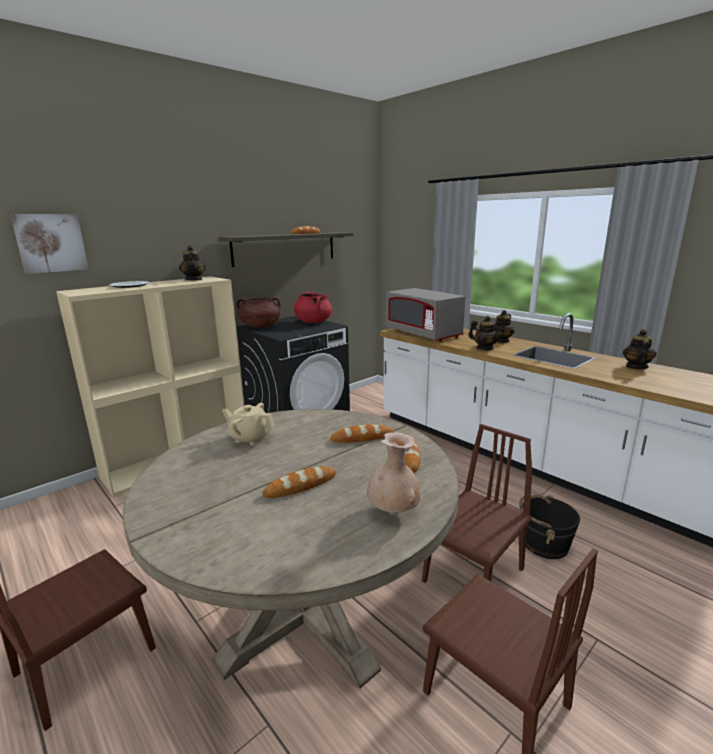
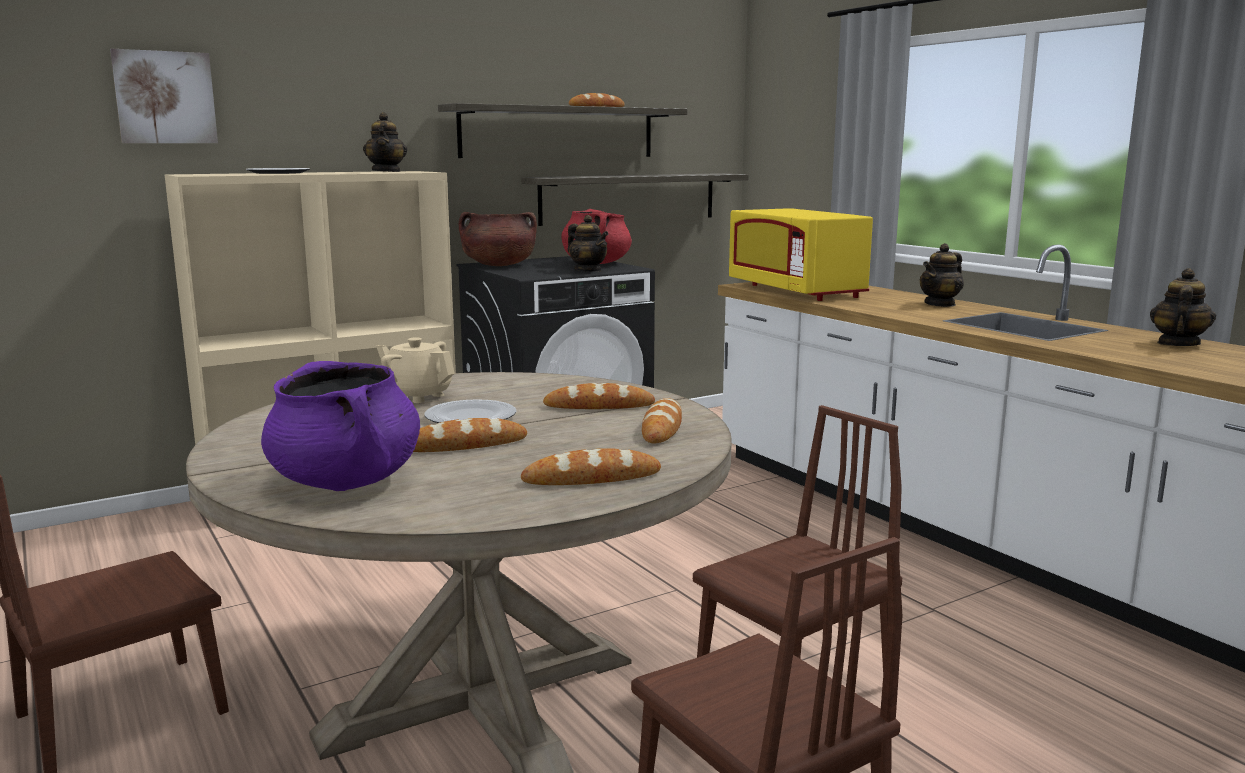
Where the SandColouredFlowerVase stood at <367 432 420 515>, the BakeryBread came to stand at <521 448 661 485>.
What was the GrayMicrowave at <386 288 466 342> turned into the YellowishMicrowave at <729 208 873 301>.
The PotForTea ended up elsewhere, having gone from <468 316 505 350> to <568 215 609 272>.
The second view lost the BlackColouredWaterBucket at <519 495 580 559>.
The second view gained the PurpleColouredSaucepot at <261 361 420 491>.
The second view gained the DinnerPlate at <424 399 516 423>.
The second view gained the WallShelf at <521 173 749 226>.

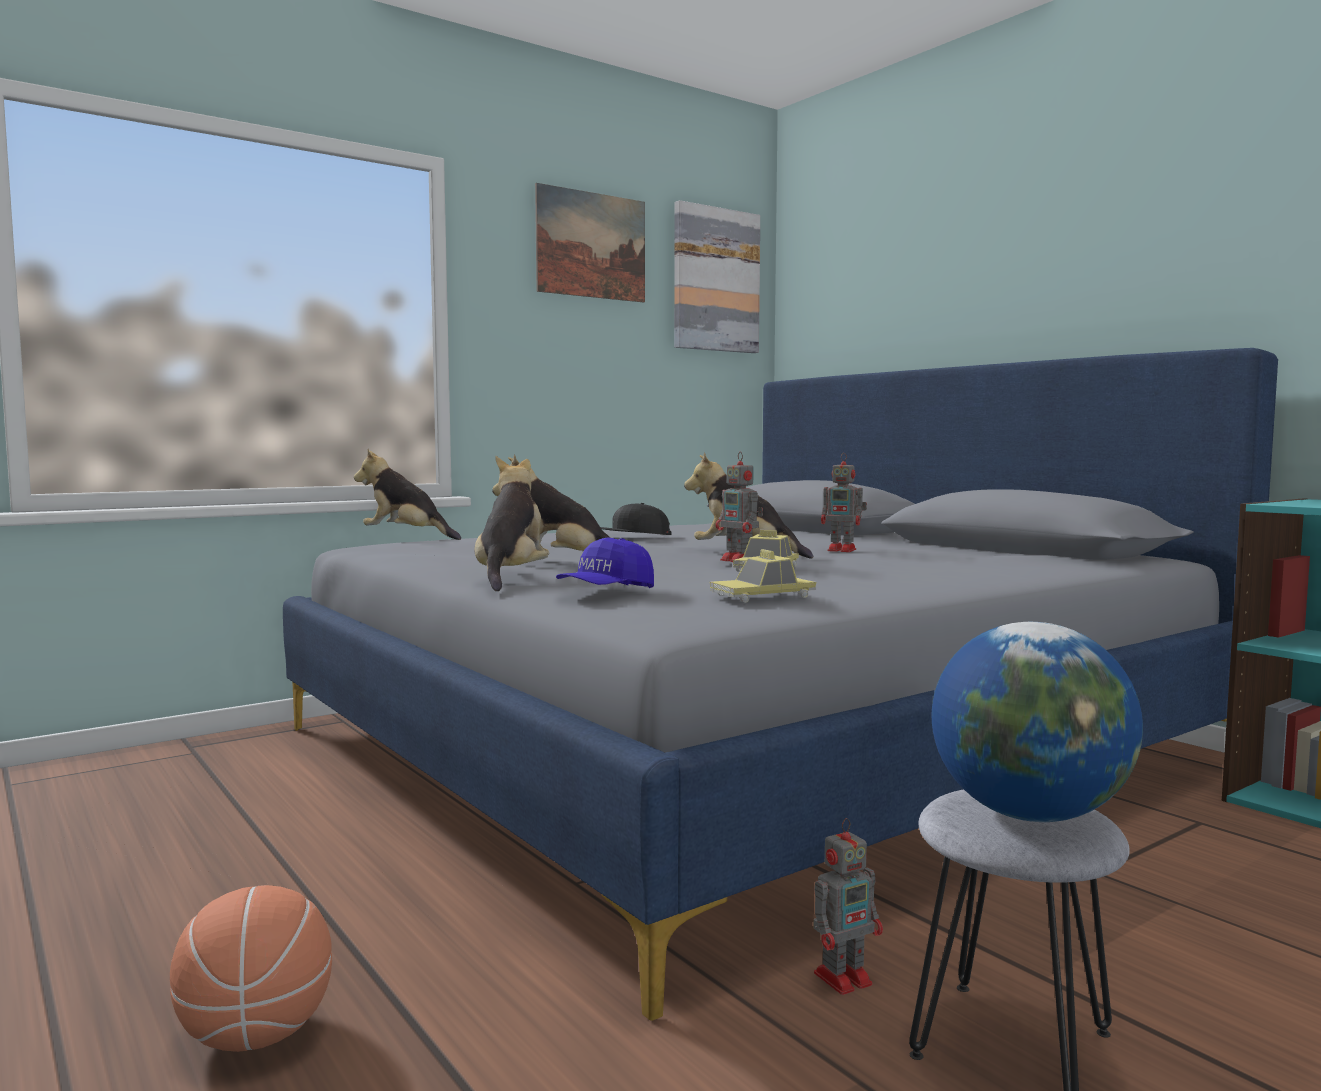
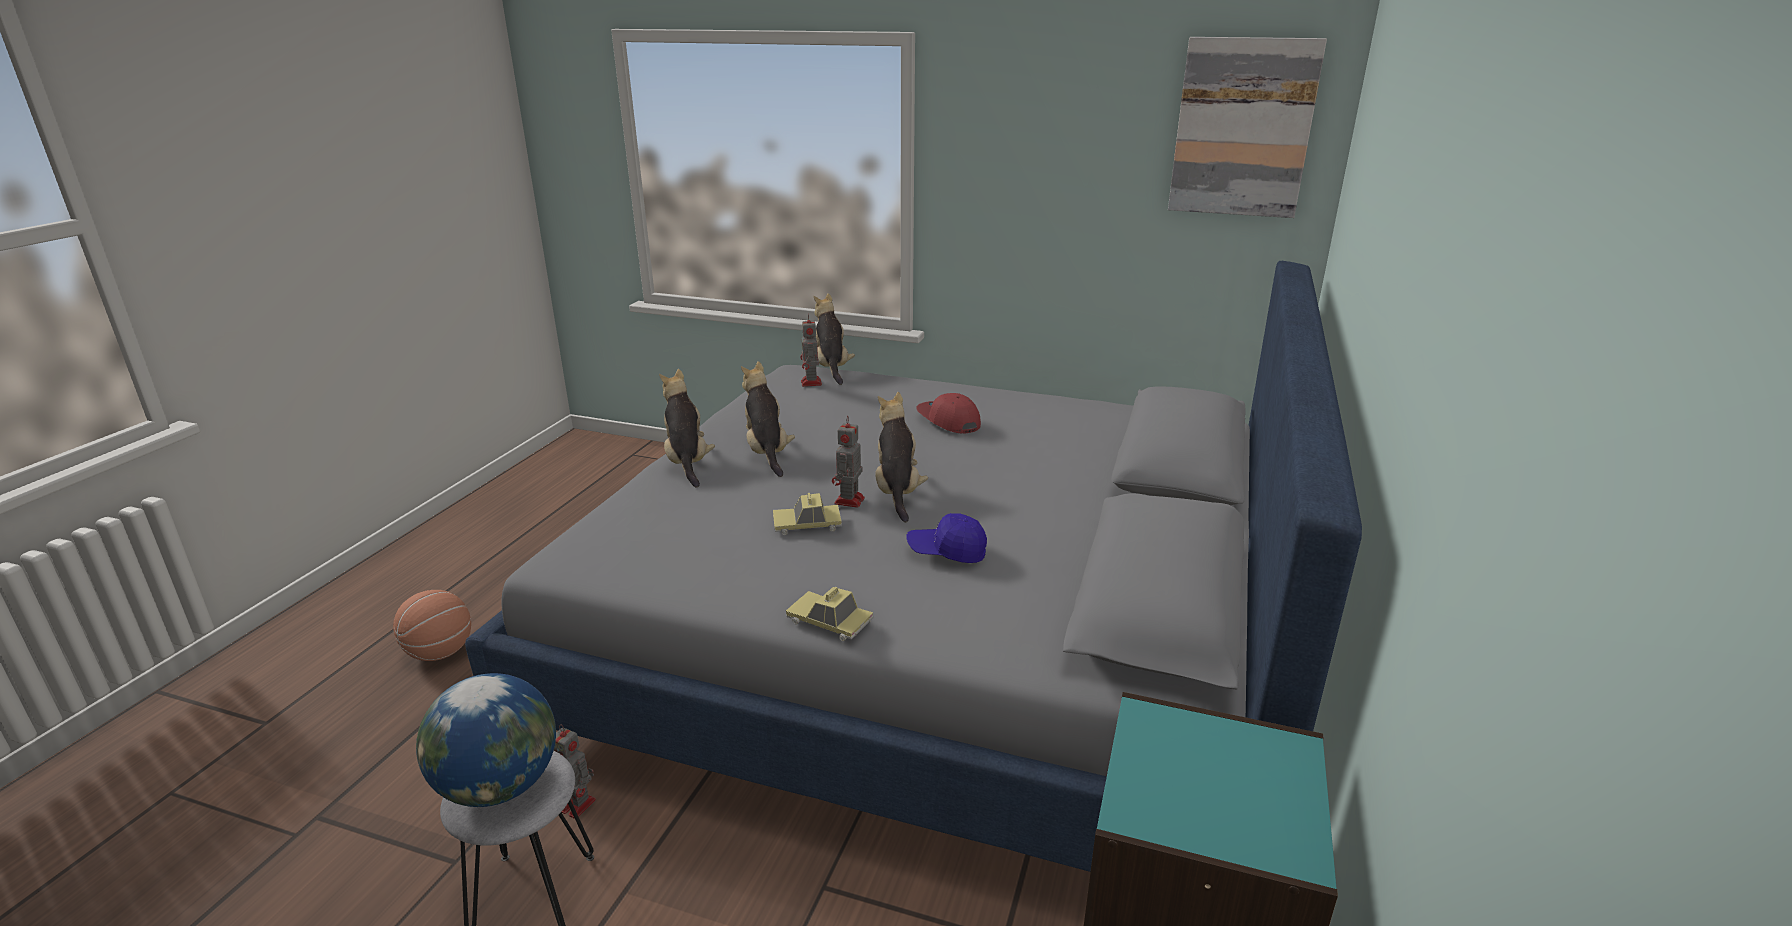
The SoftToy at <475 455 549 591> ended up facing another way, 75 degrees counterclockwise from before.
The second view lost the Picture at <535 183 645 302>.
The BlueColouredCap ended up elsewhere, having gone from <556 537 654 588> to <906 513 987 563>.
What was the BlackColouredCap at <600 503 672 535> turned into the ReddishCap at <916 393 981 433>.
The ModelCar ended up elsewhere, having gone from <710 549 816 603> to <786 587 873 641>.
The ModelRobot ended up elsewhere, having gone from <821 453 867 552> to <800 314 822 387>.

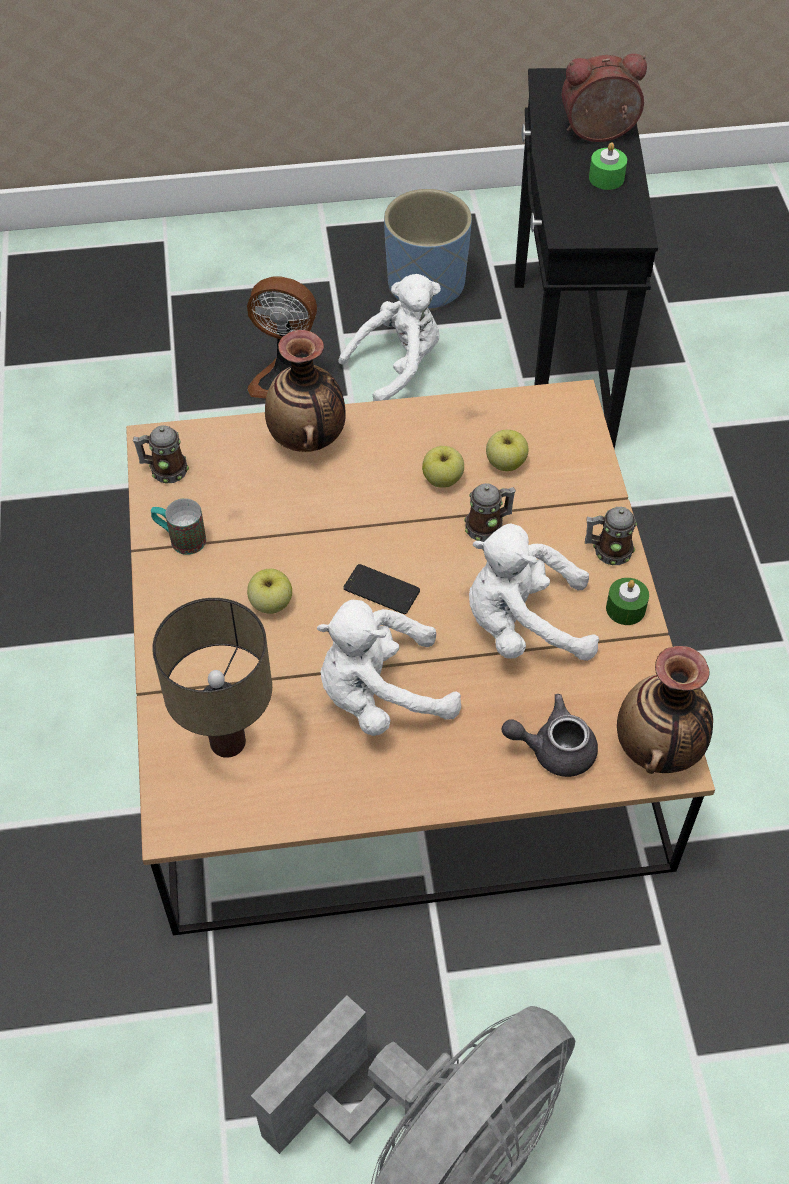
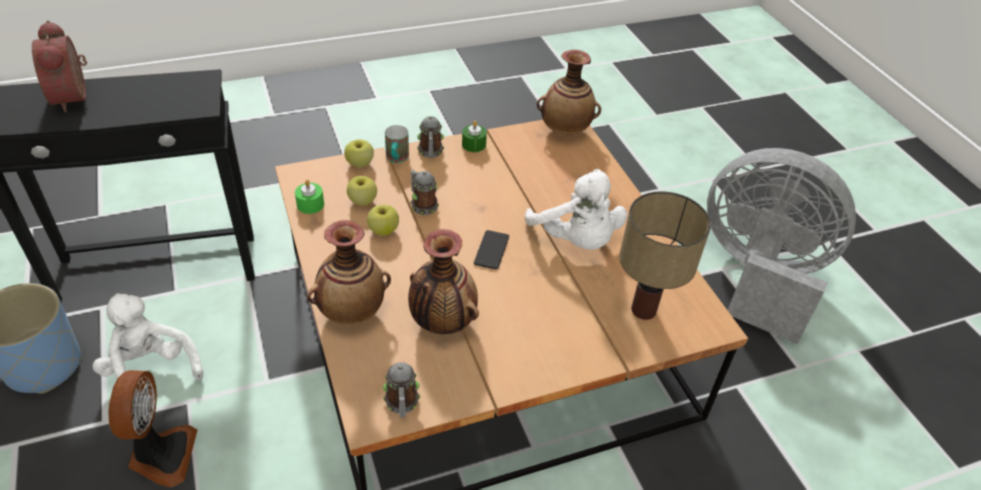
The CoffeeMug ended up elsewhere, having gone from <151 498 206 555> to <385 125 409 163>.
The AppleFruit ended up elsewhere, having gone from <247 569 292 614> to <344 139 374 167>.
The second view lost the WhiteColouredSoftToy at <469 523 599 661>.
The second view lost the GrayPotForTea at <502 694 598 777>.
The GreenishCandle ended up elsewhere, having gone from <589 142 627 190> to <295 180 324 214>.
The second view gained the FlowerVase at <408 229 479 334>.

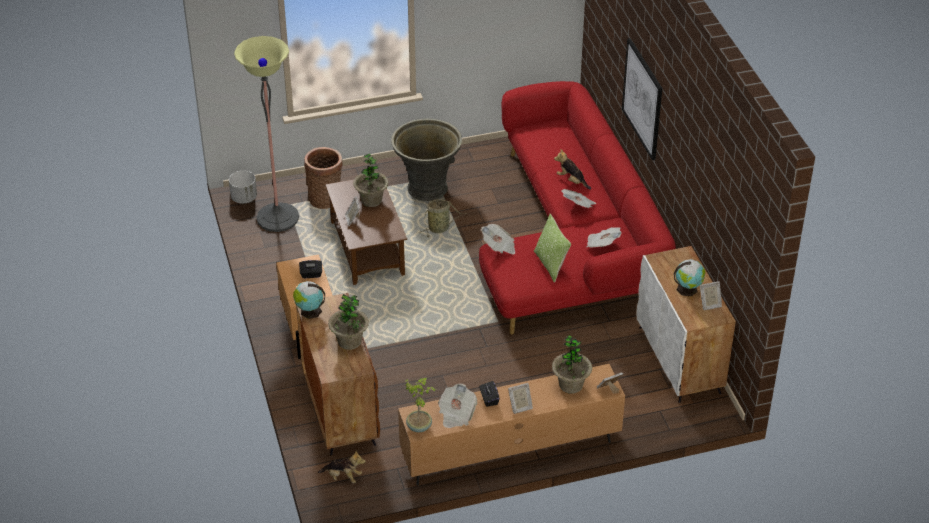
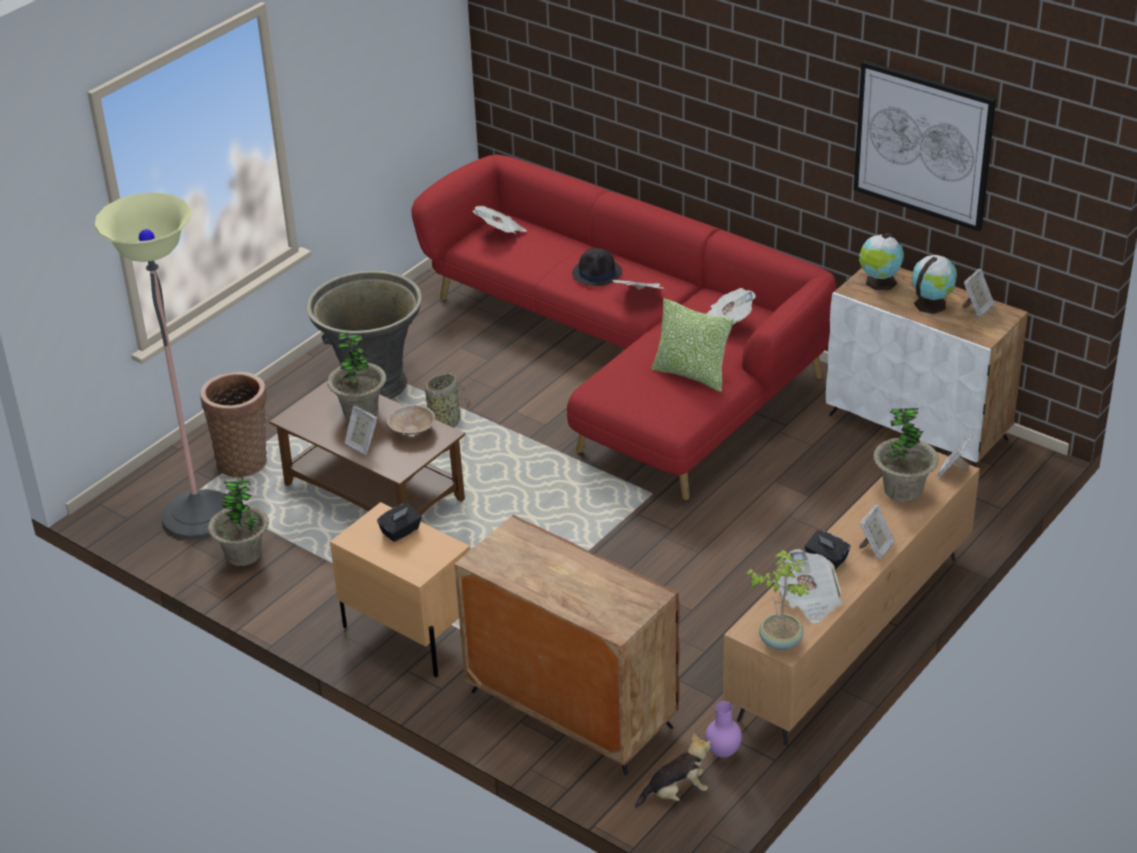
The second view lost the WhiteColouredFlowerPot at <229 171 257 204>.
The WorldGlobe ended up elsewhere, having gone from <293 281 325 319> to <859 233 904 290>.
The Houseplant ended up elsewhere, having gone from <328 294 369 350> to <208 477 269 566>.
The PrintedPaper ended up elsewhere, having gone from <481 224 515 254> to <472 206 527 233>.
Where the SoftToy stood at <554 149 591 190>, the BlackColouredWearableHat came to stand at <572 248 622 286>.
The Picture ended up elsewhere, having gone from <622 38 662 160> to <854 60 996 231>.
The second view gained the SandColouredServingBowl at <387 405 435 434>.
The second view gained the PurpleColouredFlowerVase at <705 701 742 758>.

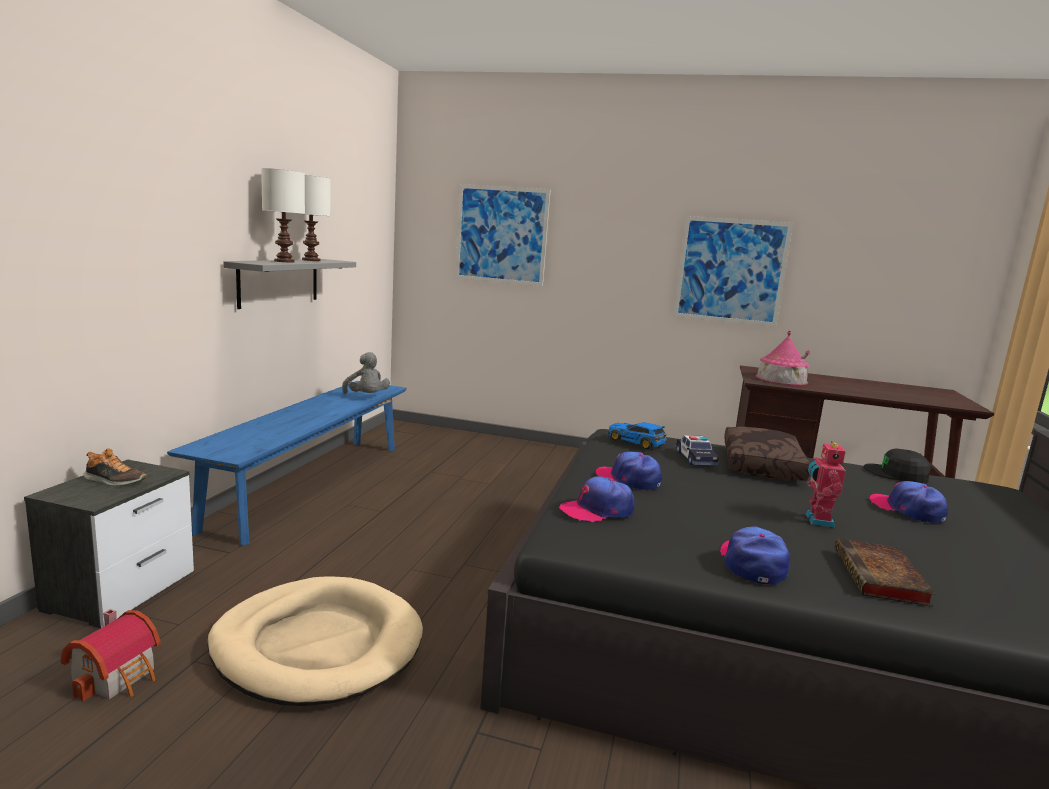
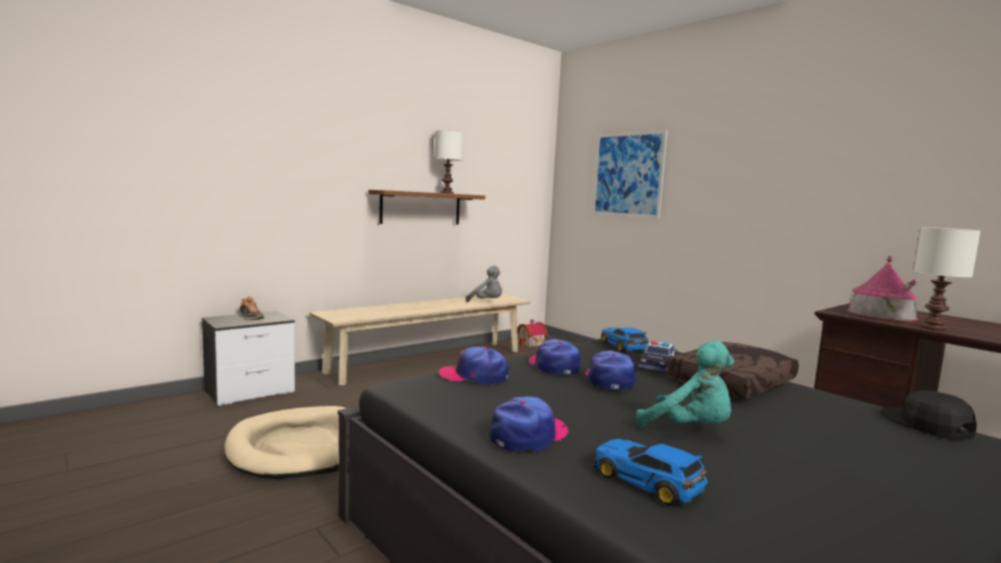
The ToyHouse ended up elsewhere, having gone from <61 609 161 702> to <517 319 547 348>.
What was the BlueColouredIndoorBench at <167 381 407 546> turned into the SandColouredIndoorBench at <309 294 531 385>.
What was the GrayWallShelf at <223 259 356 309> turned into the BrownishWallShelf at <368 190 485 225>.
The WhiteColouredTabletopLamp ended up elsewhere, having gone from <261 168 305 262> to <914 227 981 331>.
The GraySoftToy at <342 352 390 394> ended up facing another way, 60 degrees counterclockwise from before.
The second view lost the Picture at <674 216 793 327>.
Where the ModelRobot stood at <806 441 846 527>, the BlueGreenSoftToy came to stand at <636 341 734 427>.
Where the BoundBook stood at <835 538 936 607>, the ModelCar came to stand at <593 439 708 506>.
The Cap ended up elsewhere, having gone from <869 481 948 523> to <585 350 636 390>.

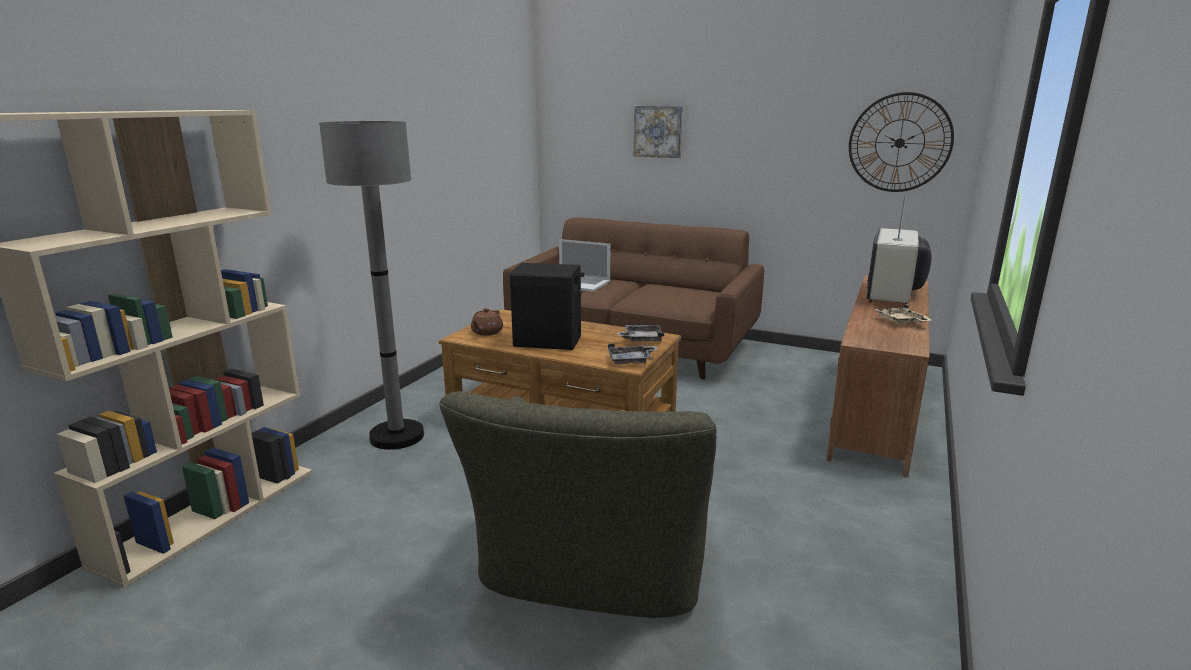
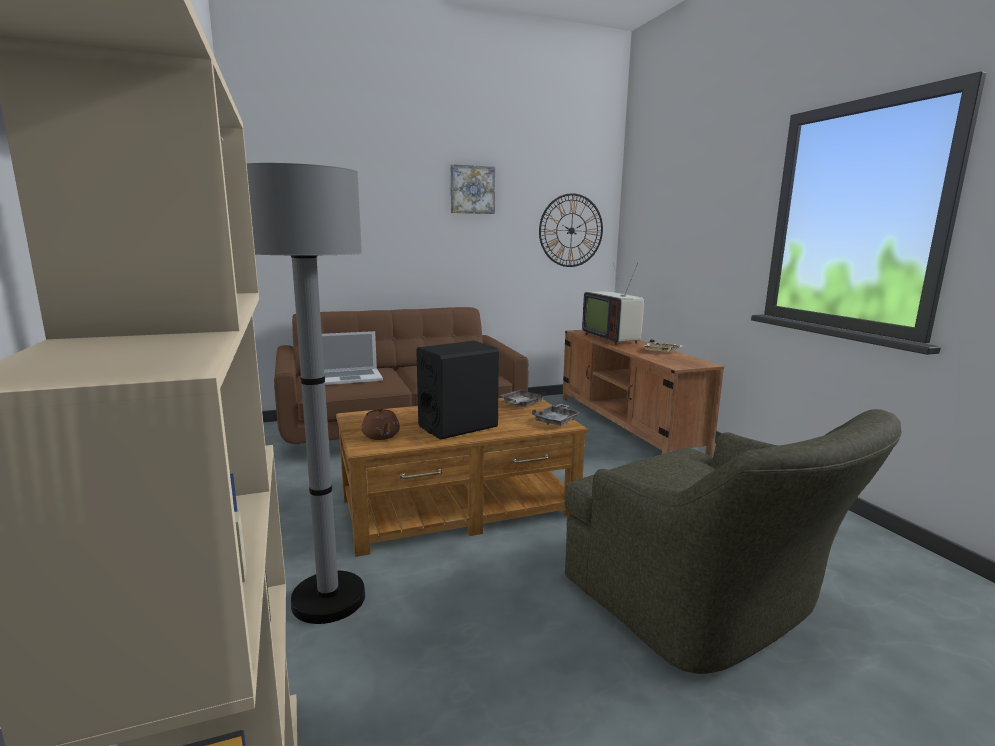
The Picture ended up elsewhere, having gone from <634 106 683 158> to <450 164 495 214>.

